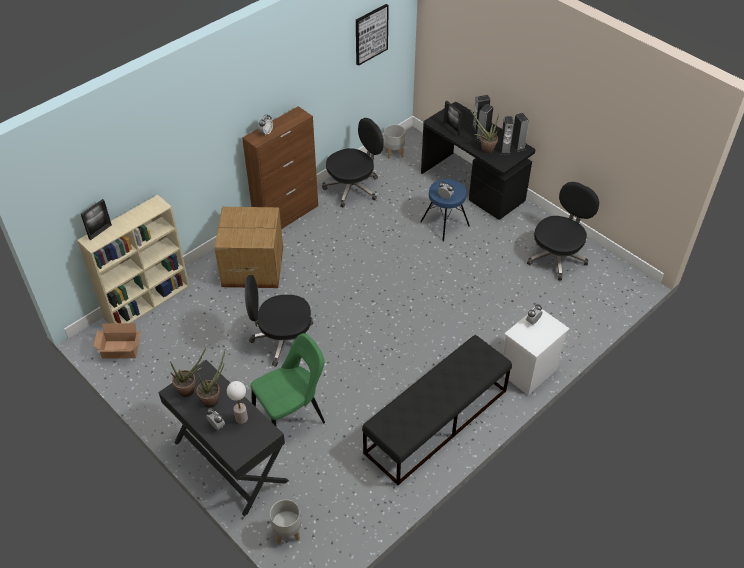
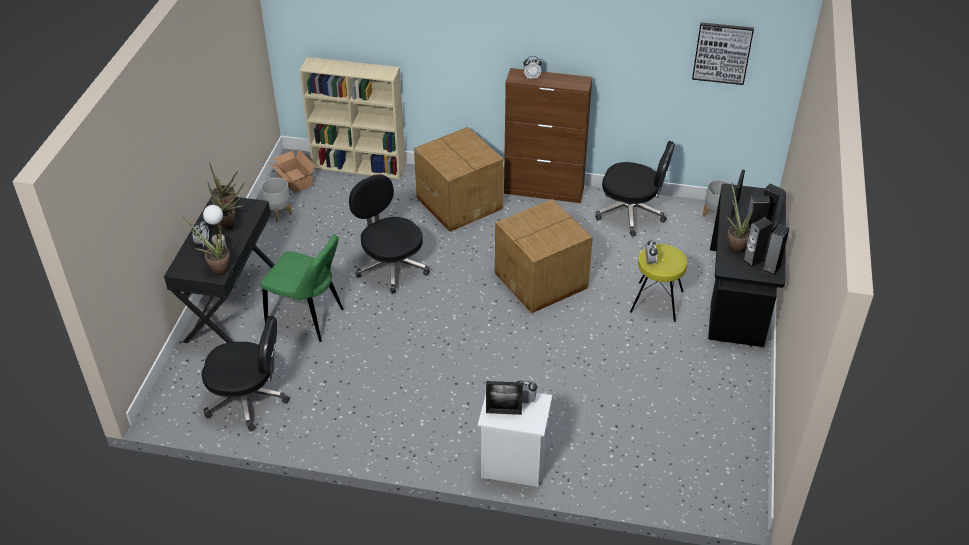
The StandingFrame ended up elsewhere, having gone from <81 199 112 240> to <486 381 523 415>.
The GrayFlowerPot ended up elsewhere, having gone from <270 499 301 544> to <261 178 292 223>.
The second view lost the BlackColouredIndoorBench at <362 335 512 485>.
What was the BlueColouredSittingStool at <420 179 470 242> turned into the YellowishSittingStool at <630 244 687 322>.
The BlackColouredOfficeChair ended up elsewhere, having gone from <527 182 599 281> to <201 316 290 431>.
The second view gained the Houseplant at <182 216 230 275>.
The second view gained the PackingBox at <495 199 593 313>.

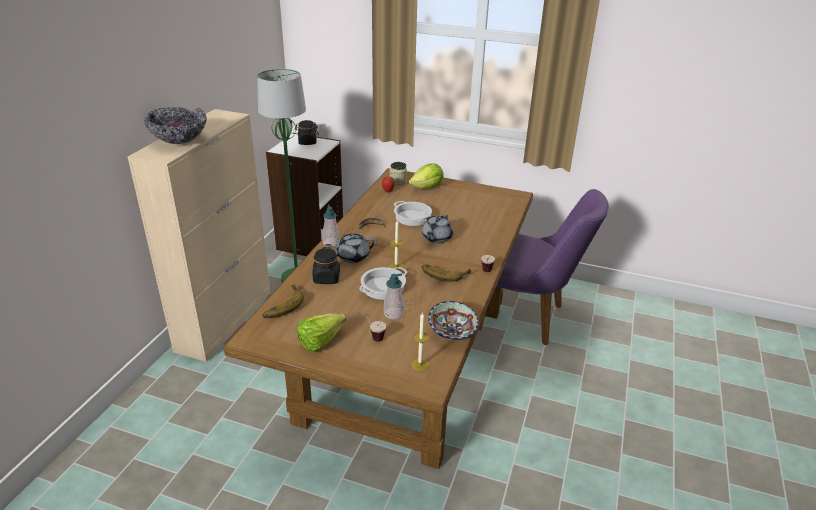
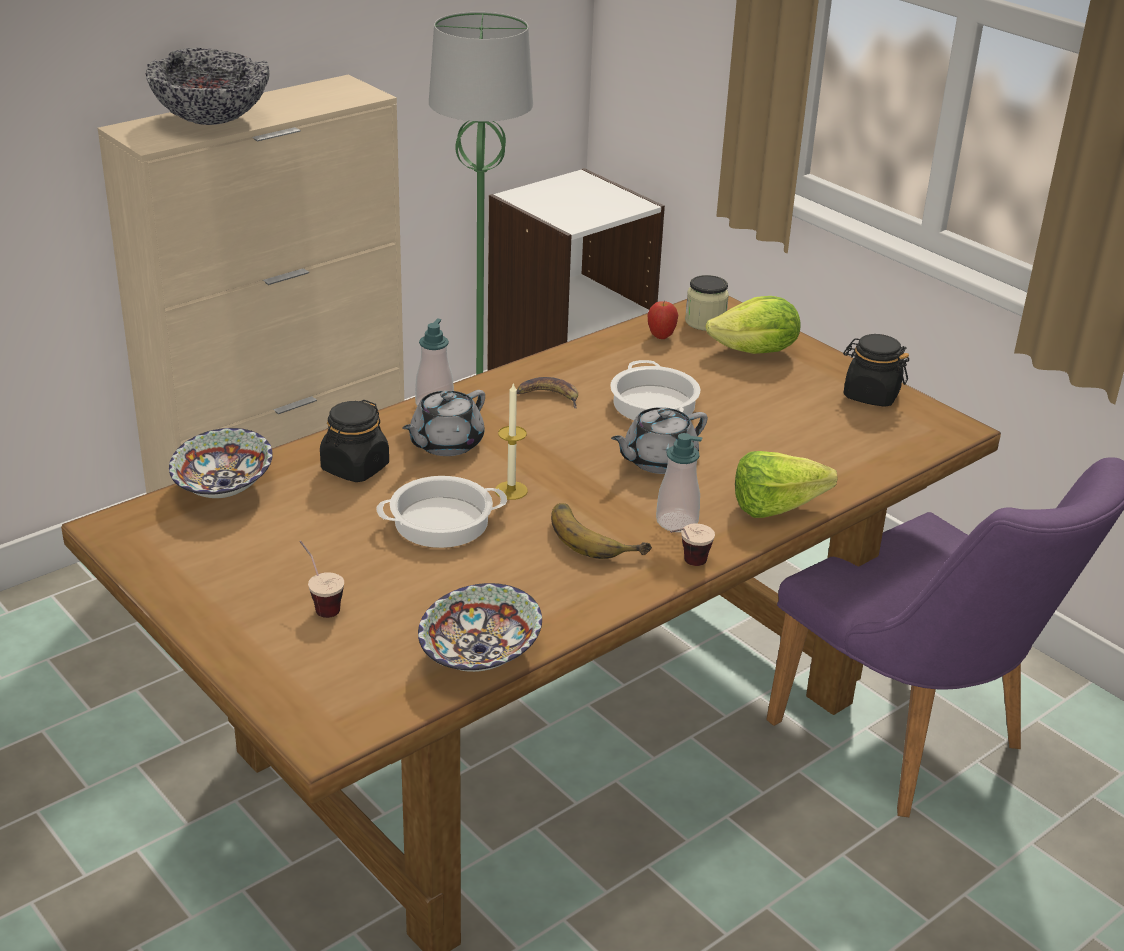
Where the BananaFruit stood at <263 284 304 318>, the ServingBowl came to stand at <169 428 273 498>.
The BlackColouredJar ended up elsewhere, having gone from <295 120 319 145> to <843 334 909 407>.
The Lettuce ended up elsewhere, having gone from <297 314 346 352> to <735 451 838 518>.
The GrayPotForTea at <326 234 376 263> ended up facing another way, 60 degrees counterclockwise from before.
The LiquidSoapBottle ended up elsewhere, having gone from <384 273 404 320> to <656 433 703 532>.
The second view lost the Candle at <411 312 429 371>.

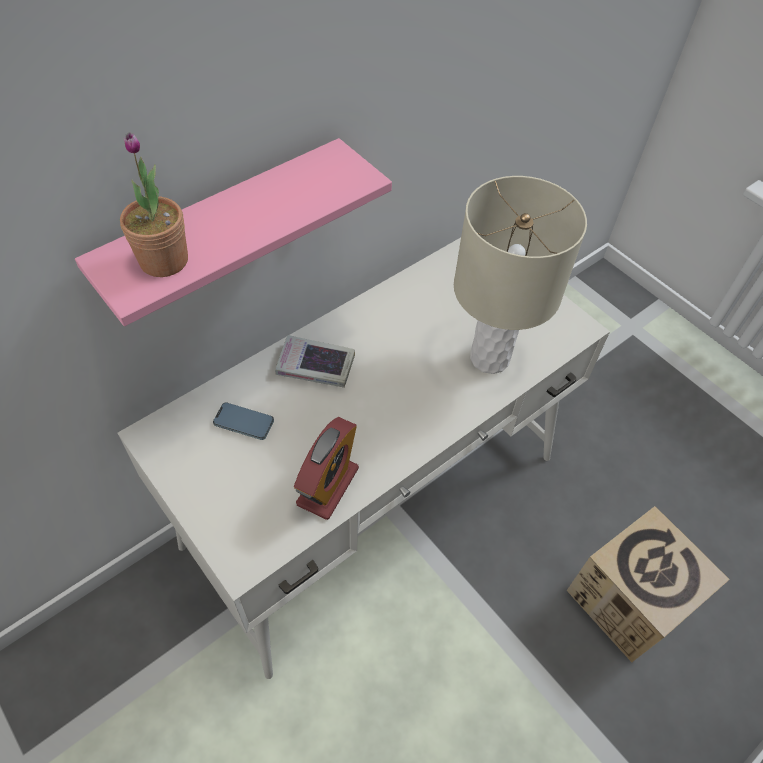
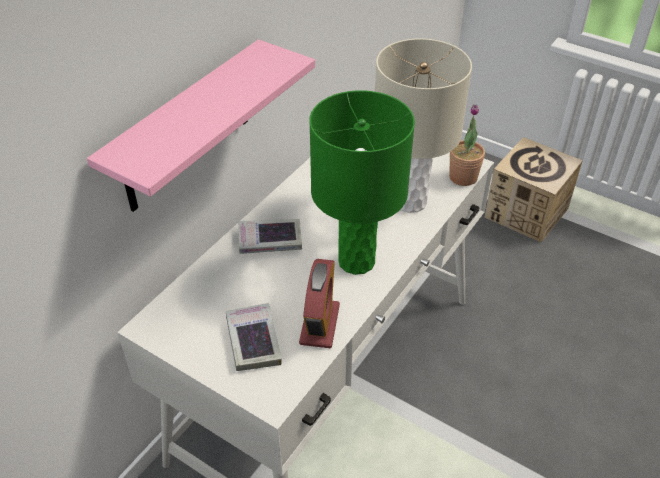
The Houseplant ended up elsewhere, having gone from <120 132 188 277> to <449 104 485 186>.
The second view lost the Phone at <213 402 274 440>.
The PackingBox ended up elsewhere, having gone from <566 506 730 662> to <484 137 583 242>.
The second view gained the BoundBook at <226 303 282 371>.
The second view gained the GreenishTabletopLamp at <309 90 415 275>.

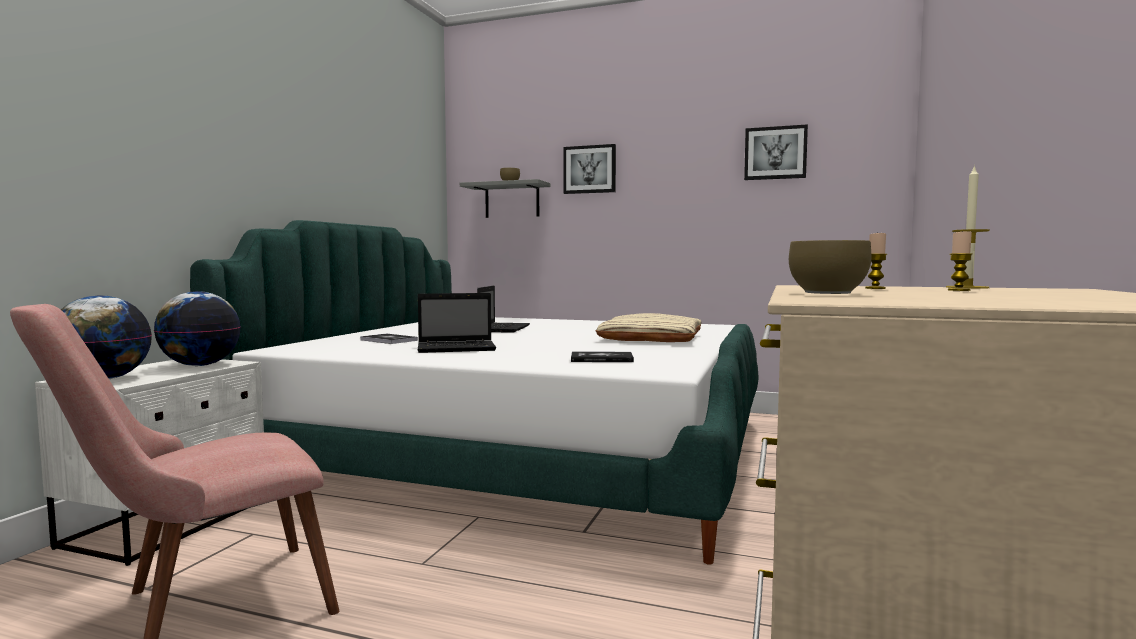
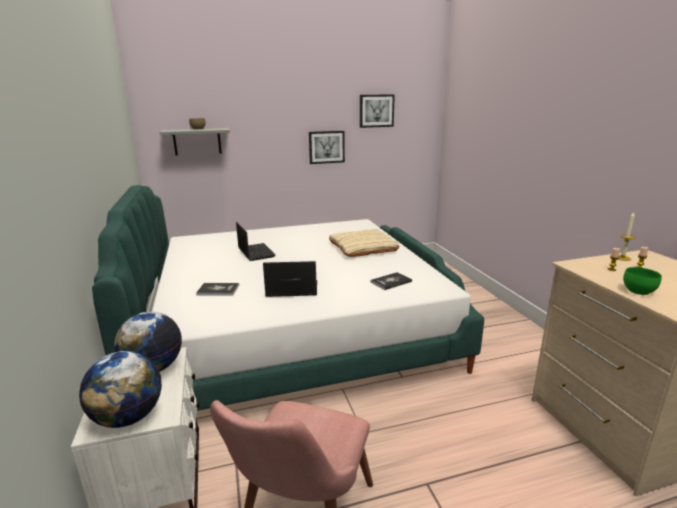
The NotebookComputer at <418 293 496 353> ended up facing another way, 135 degrees counterclockwise from before.
The Picture ended up elsewhere, having gone from <563 144 616 194> to <309 131 345 164>.
What was the BrownishServingBowl at <789 240 871 294> turned into the GreenishServingBowl at <623 267 662 295>.

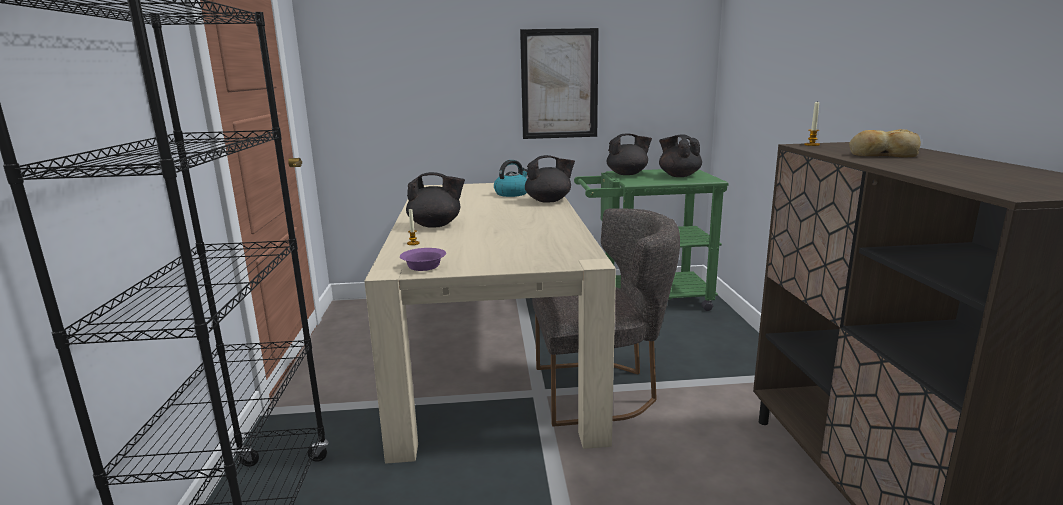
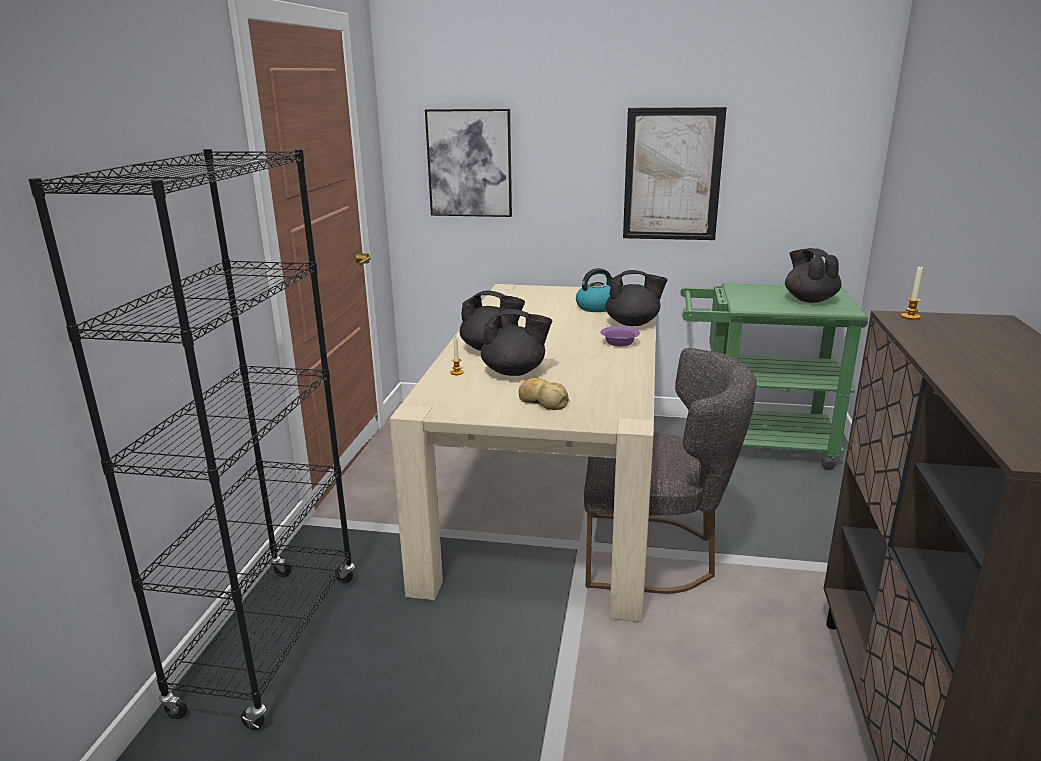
The PurpleColouredServingBowl ended up elsewhere, having gone from <400 248 446 271> to <600 326 640 346>.
The BlackColouredPotForTea ended up elsewhere, having gone from <607 133 652 175> to <481 309 552 376>.
The BakeryBread ended up elsewhere, having gone from <849 129 921 158> to <519 378 570 410>.
The second view gained the Picture at <425 109 512 217>.

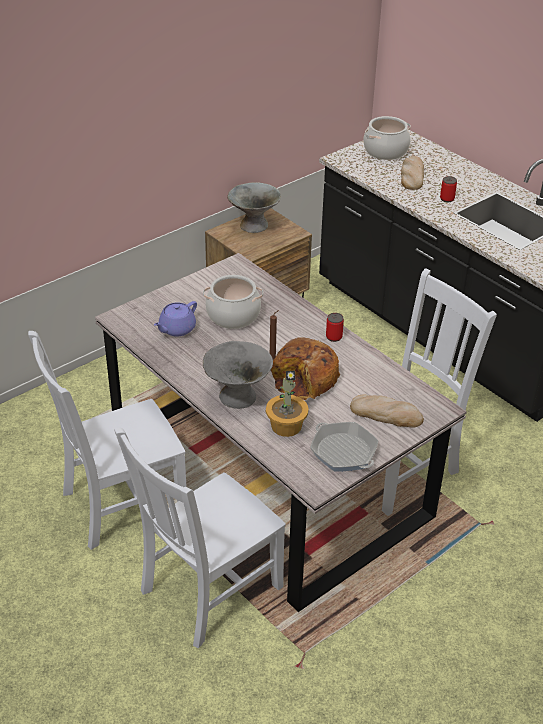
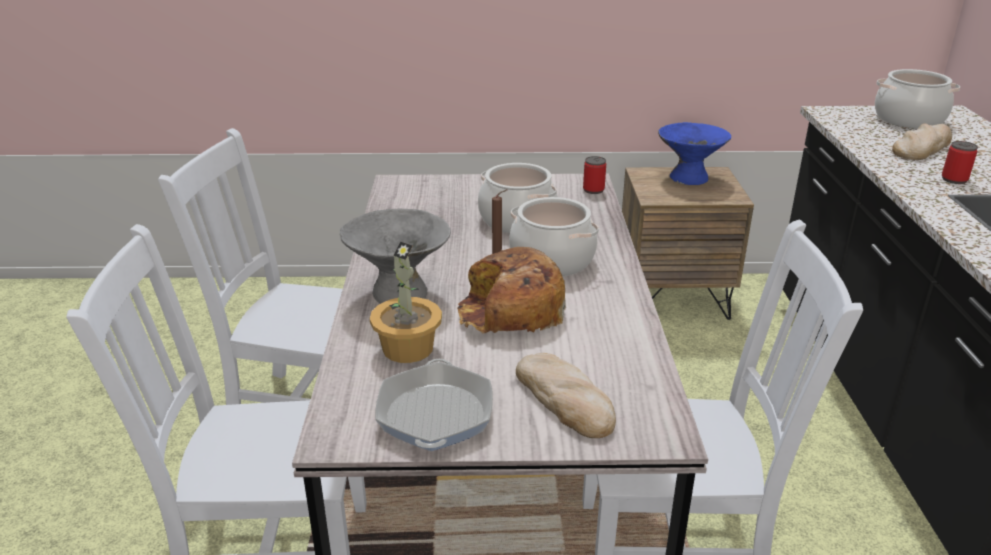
The second view lost the PurpleColouredPotForTea at <154 301 197 337>.
What was the GrayServingBowl at <227 182 281 233> turned into the BlueColouredServingBowl at <658 122 731 185>.
The SealedCan ended up elsewhere, having gone from <326 313 344 342> to <583 156 606 194>.
The second view gained the Saucepot at <509 197 599 277>.

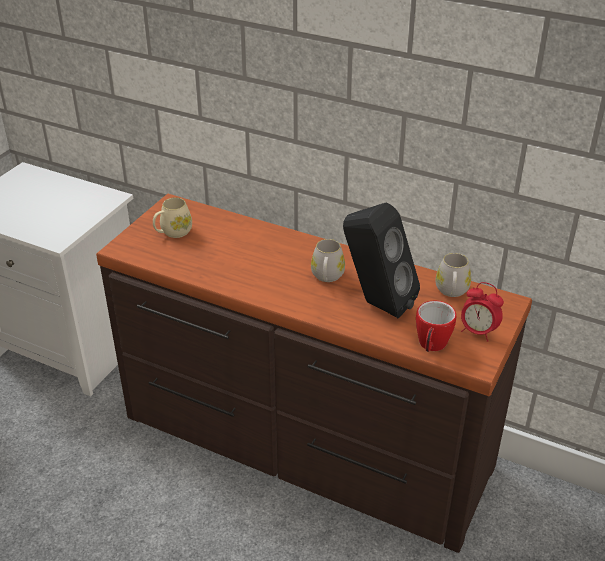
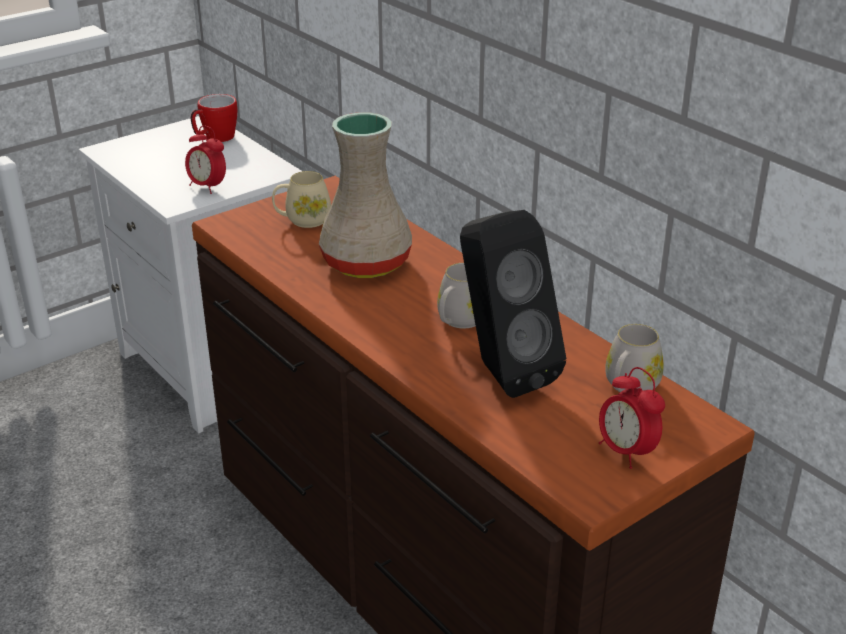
The CoffeeMug ended up elsewhere, having gone from <416 301 456 352> to <190 94 238 142>.
The second view gained the TableClock at <185 125 226 194>.
The second view gained the SandColouredFlowerVase at <319 112 412 278>.

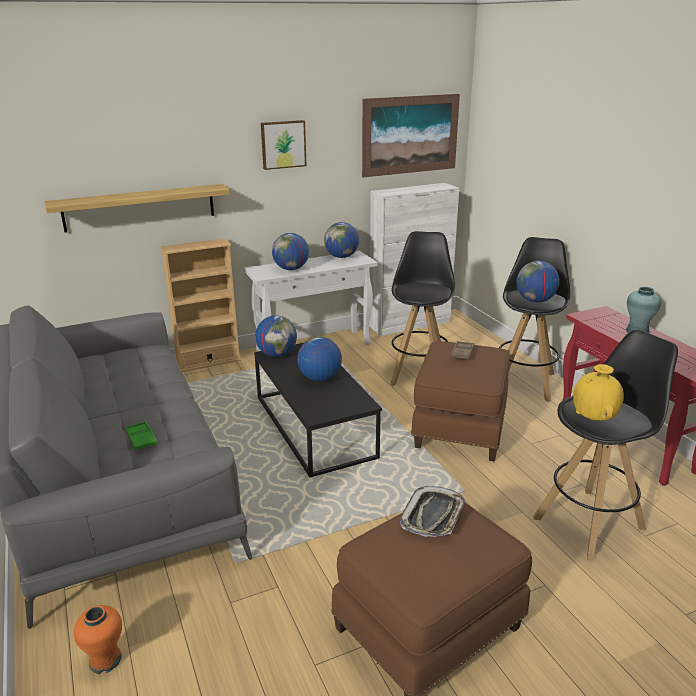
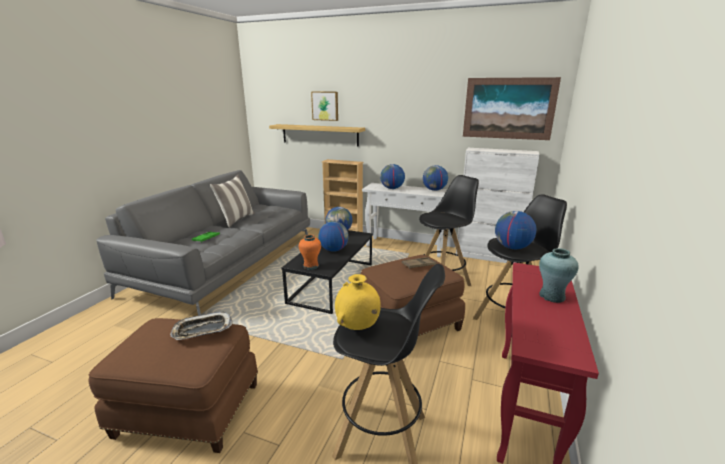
The OrangeyFlowerVase ended up elsewhere, having gone from <74 605 122 674> to <299 235 321 270>.
The Picture ended up elsewhere, having gone from <261 120 307 170> to <311 92 338 121>.
The second view gained the Pillow at <210 175 255 227>.

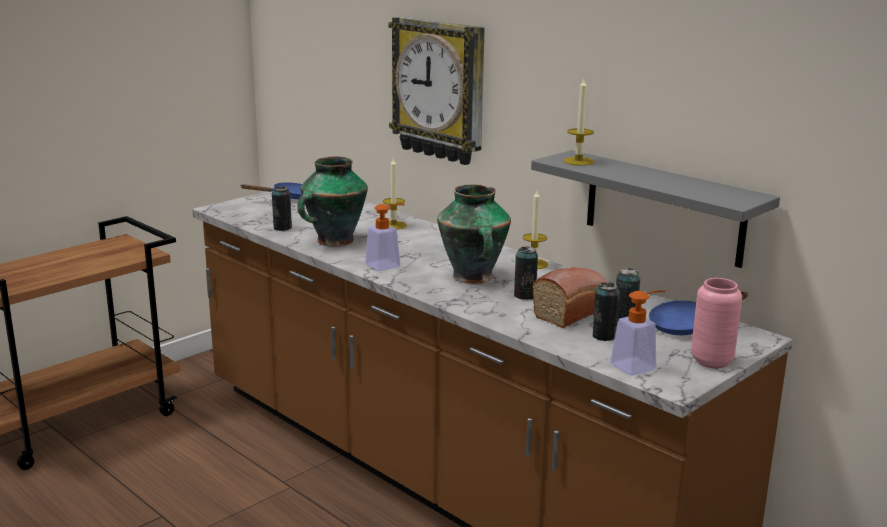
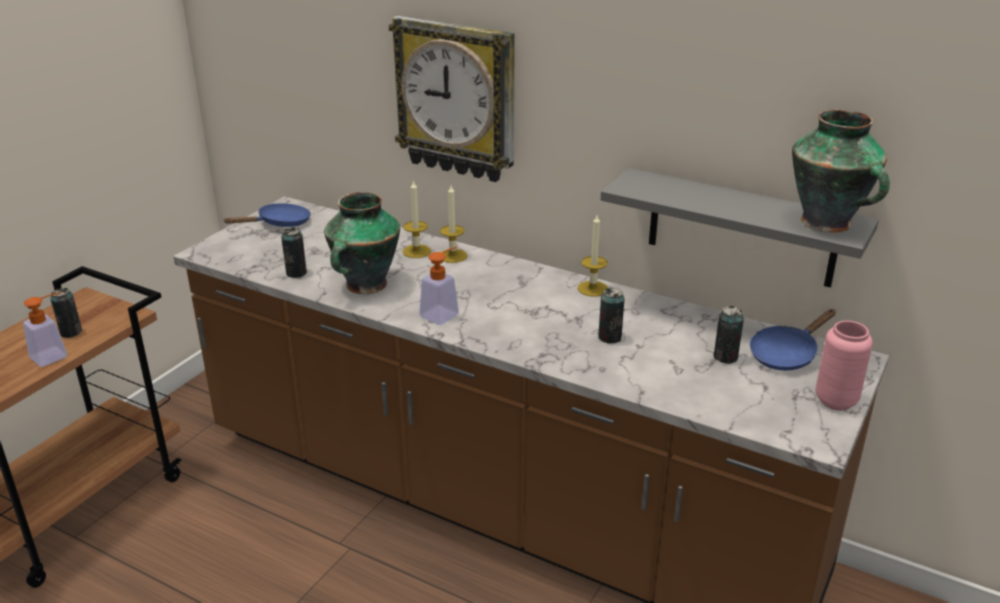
The FlowerVase ended up elsewhere, having gone from <437 184 511 284> to <792 109 890 233>.
The second view lost the BakeryBread at <533 267 608 328>.
The Candle ended up elsewhere, having gone from <563 79 594 166> to <440 185 467 263>.
The SealedCan ended up elsewhere, having gone from <593 283 620 341> to <50 288 82 338>.
The LiquidSoapBottle ended up elsewhere, having gone from <610 291 665 375> to <23 292 67 367>.

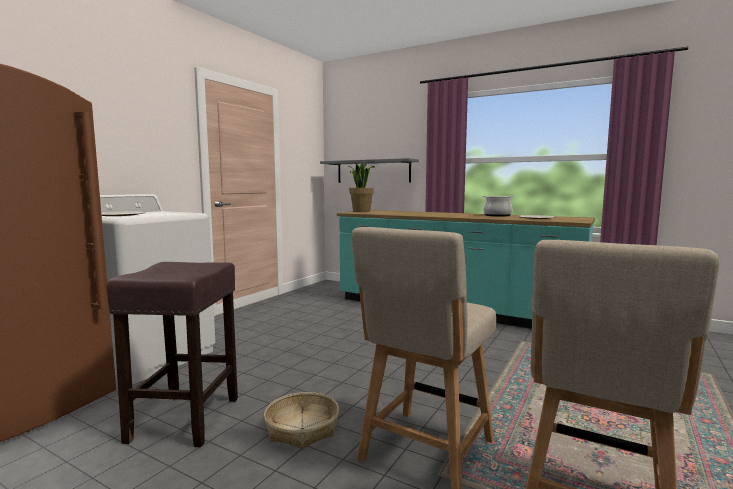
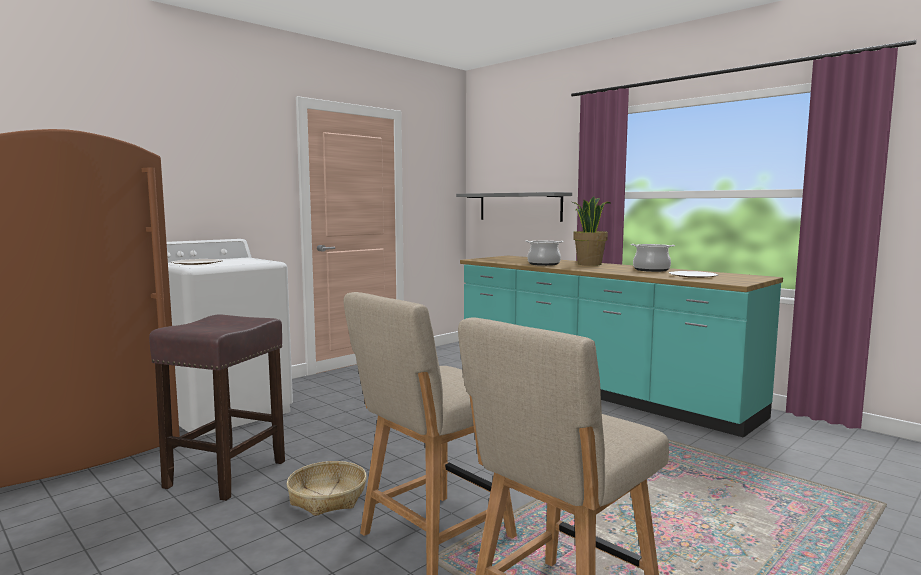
The Houseplant ended up elsewhere, having gone from <349 163 375 212> to <573 197 611 266>.
The second view gained the Saucepot at <525 241 564 266>.

